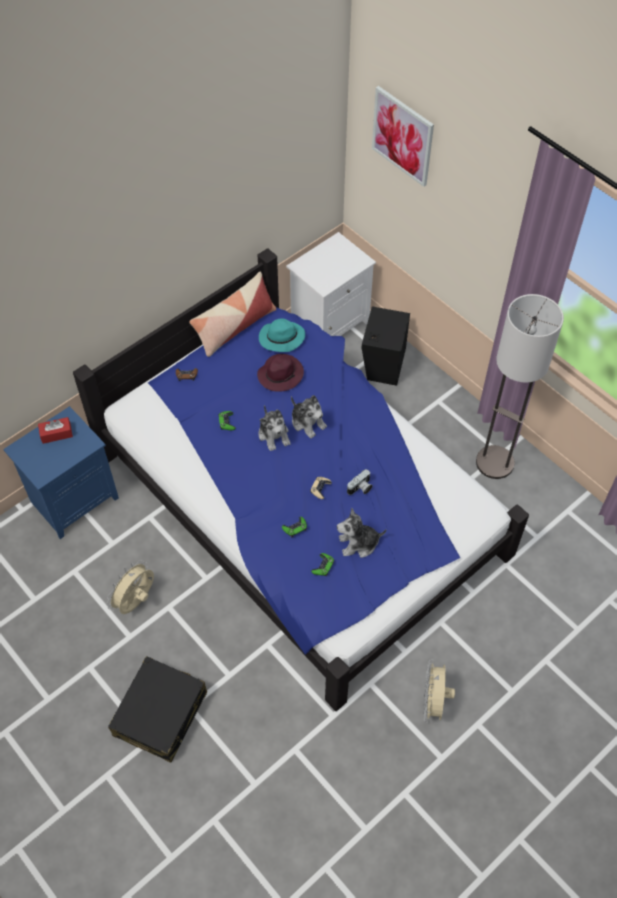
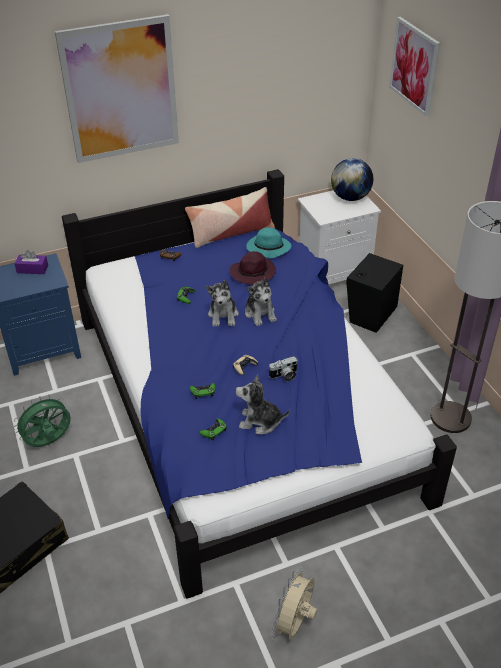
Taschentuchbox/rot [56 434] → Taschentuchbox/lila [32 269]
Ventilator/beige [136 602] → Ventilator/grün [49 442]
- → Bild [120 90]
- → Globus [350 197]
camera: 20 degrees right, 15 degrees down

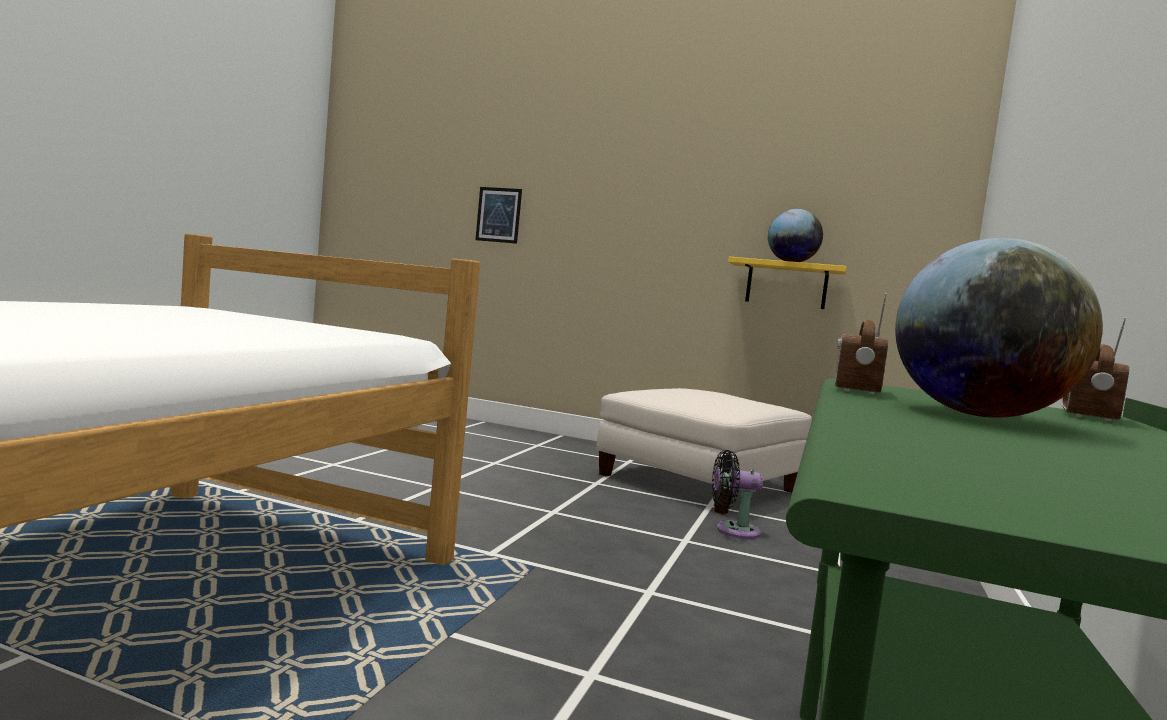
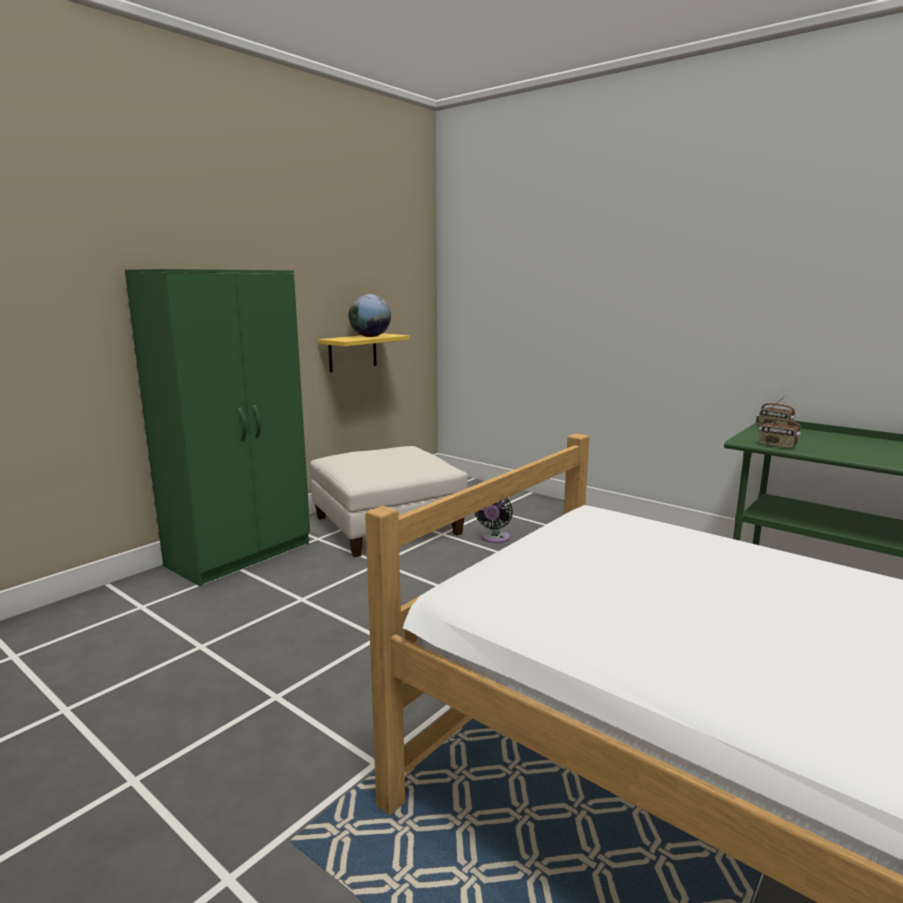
Bild [498 215] → -
Globus [978 415] → -
- → Kleiderschrank/grün [241 554]
camera: 70 degrees left, 10 degrees up

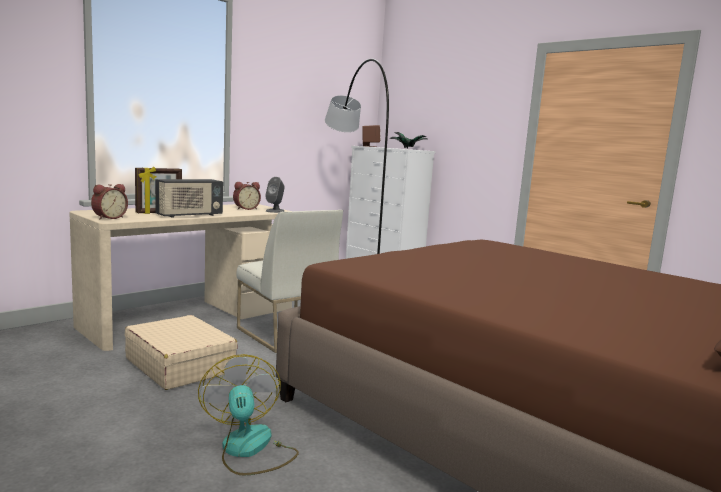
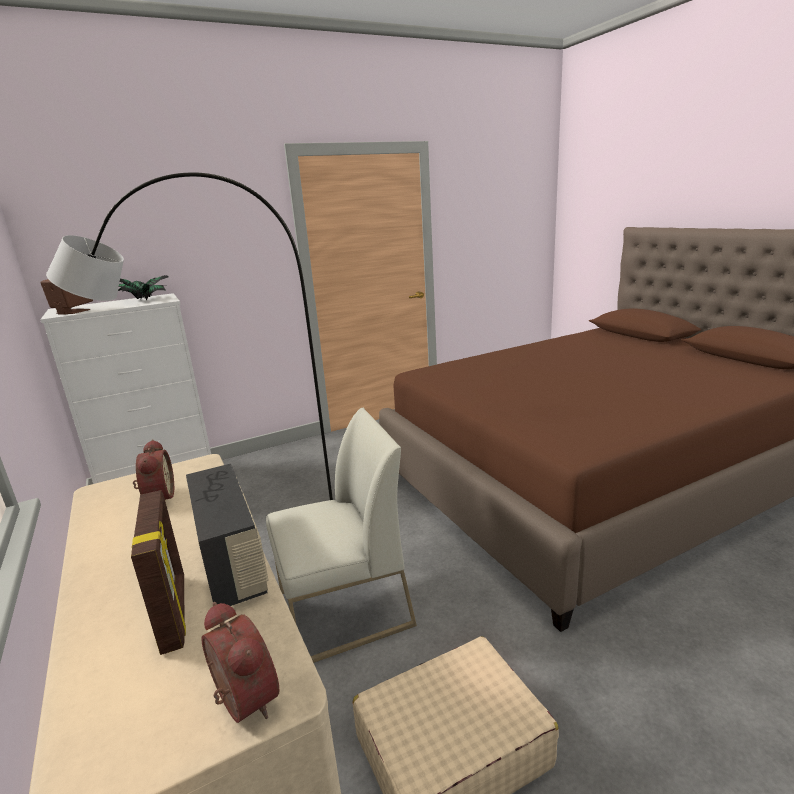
Lautsprecher/grau [275 211] → -
Ventilator [249 450] → -
camera: 70 degrees left, 10 degrees up

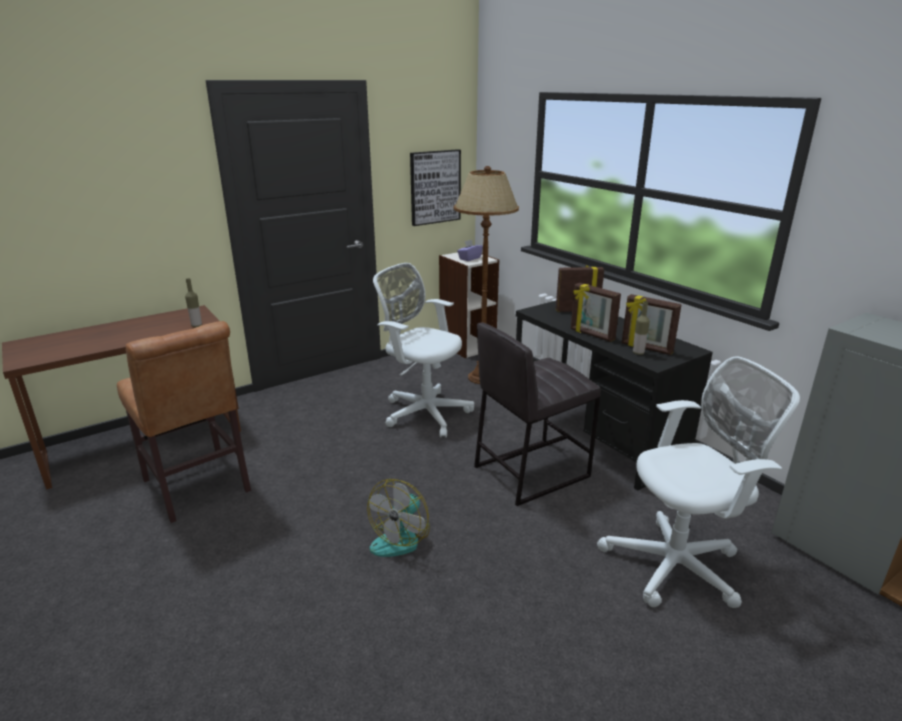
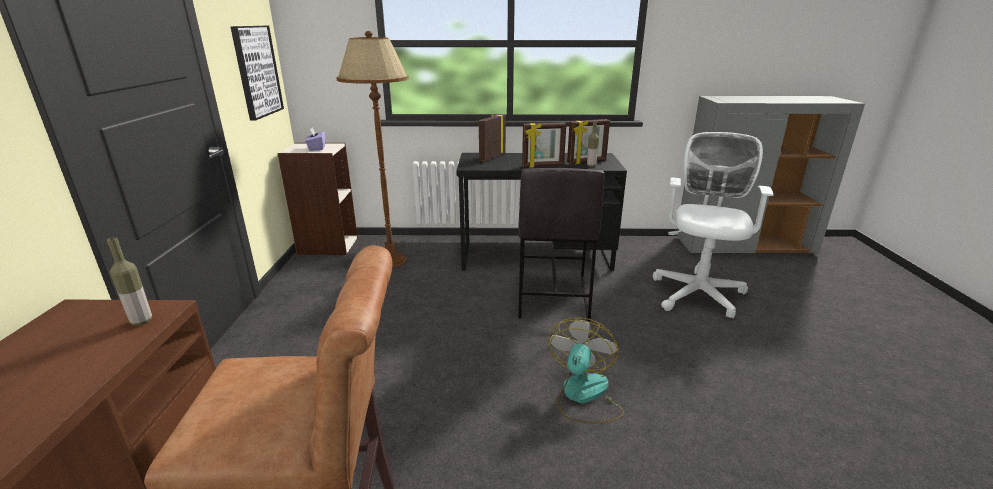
Bürostuhl/weiß [423 412] → -
Ventilator [401 537] → Ventilator [583 396], 135 degrees counterclockwise
camera: 55 degrees left, 0 degrees up

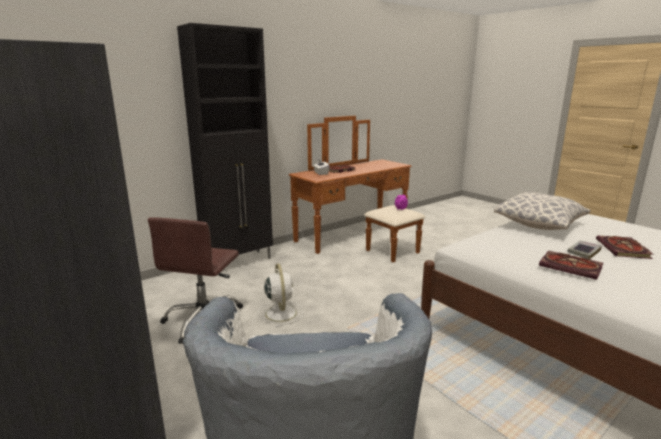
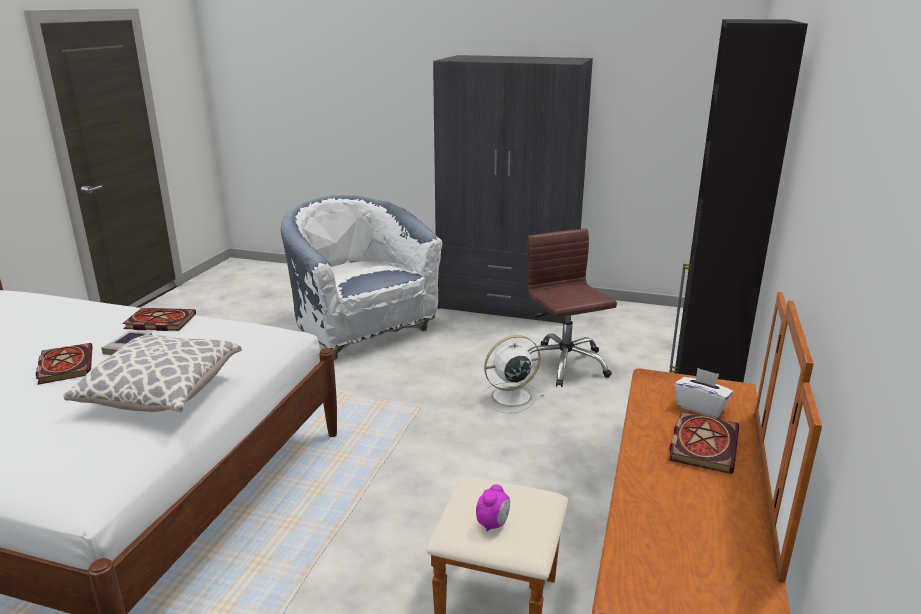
Ventilator/weiß [280 312] → Ventilator/weiß [509 397], 120 degrees clockwise
camera: 145 degrees right, 5 degrees up

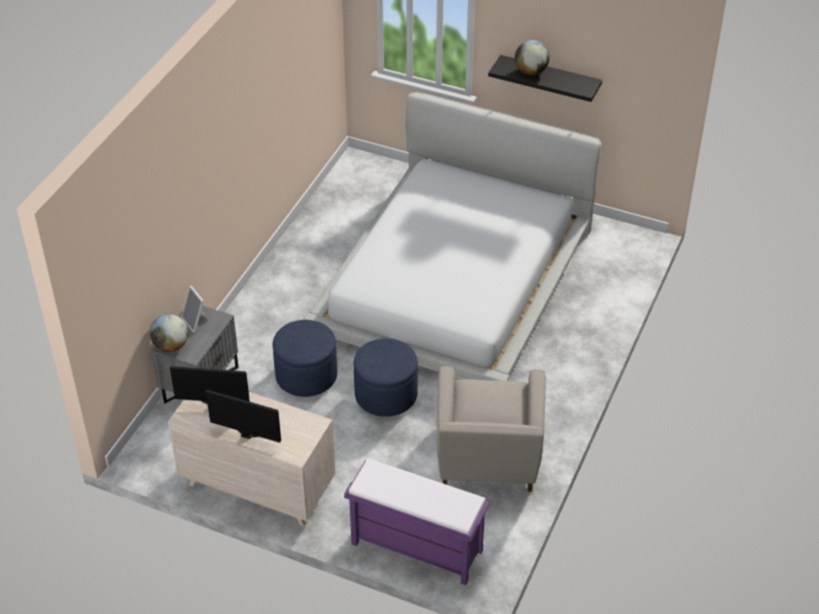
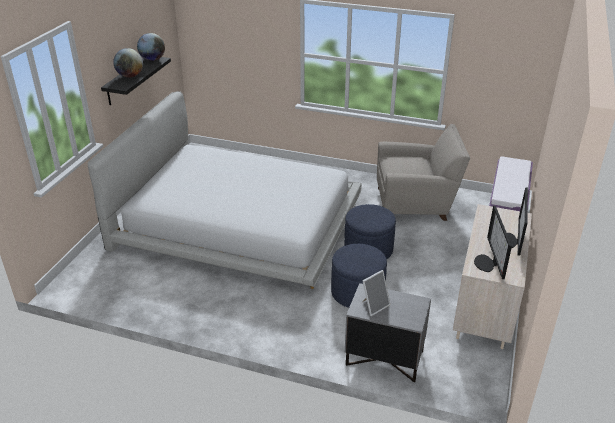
Globus [171 346] → Globus [152 59], shifted
camera: 95 degrees left, 10 degrees down

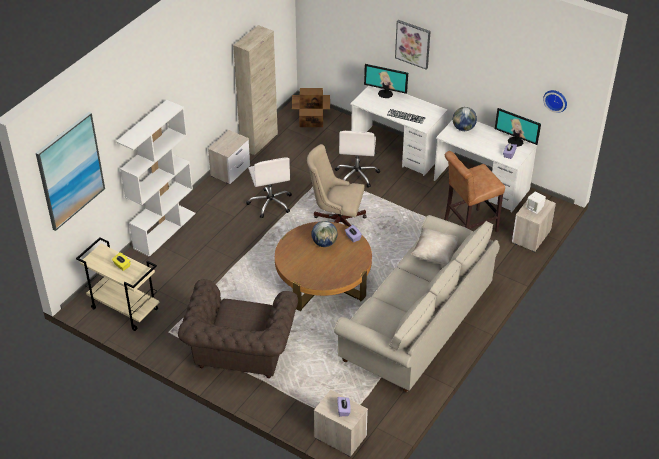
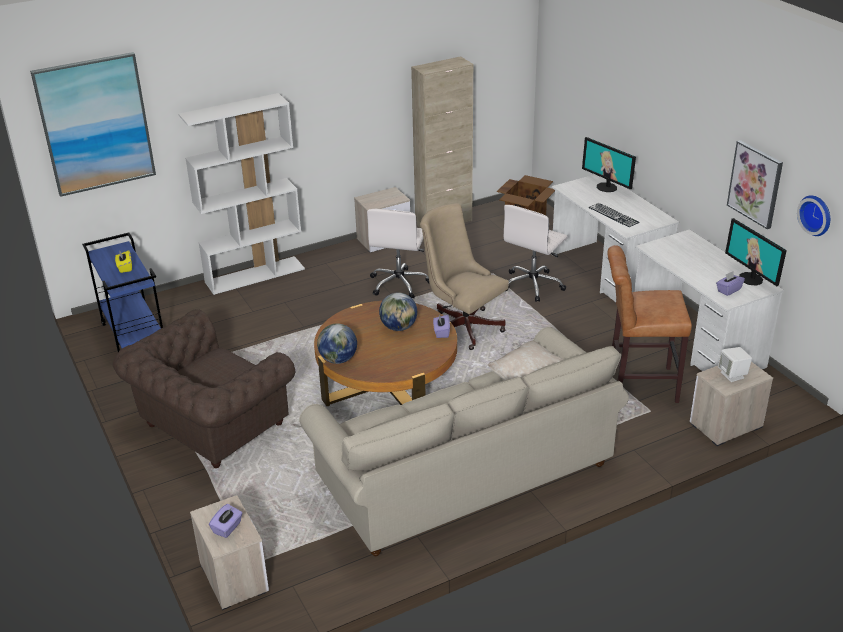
Bild [413 44] → Bild [755 184], shifted
Globus [463 128] → Globus [338 360], shifted
Rollwagen/beige [123 309] → Rollwagen/blau [133 336]
camera: 30 degrees right, 10 degrees down

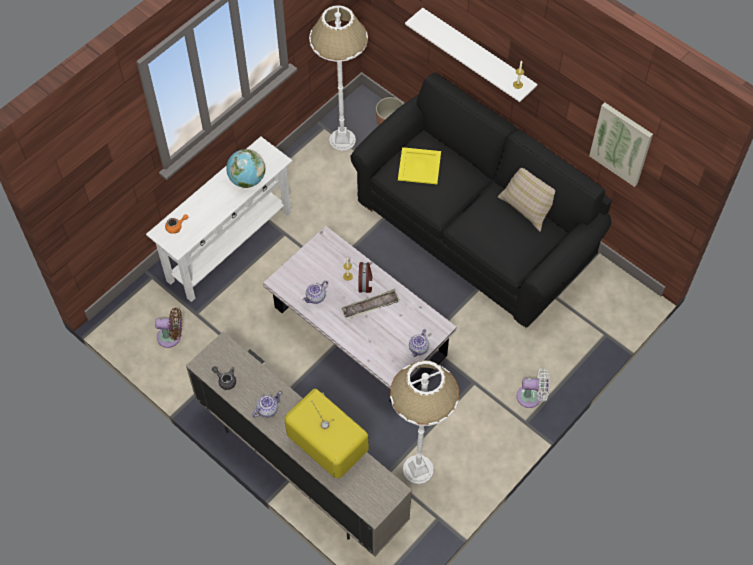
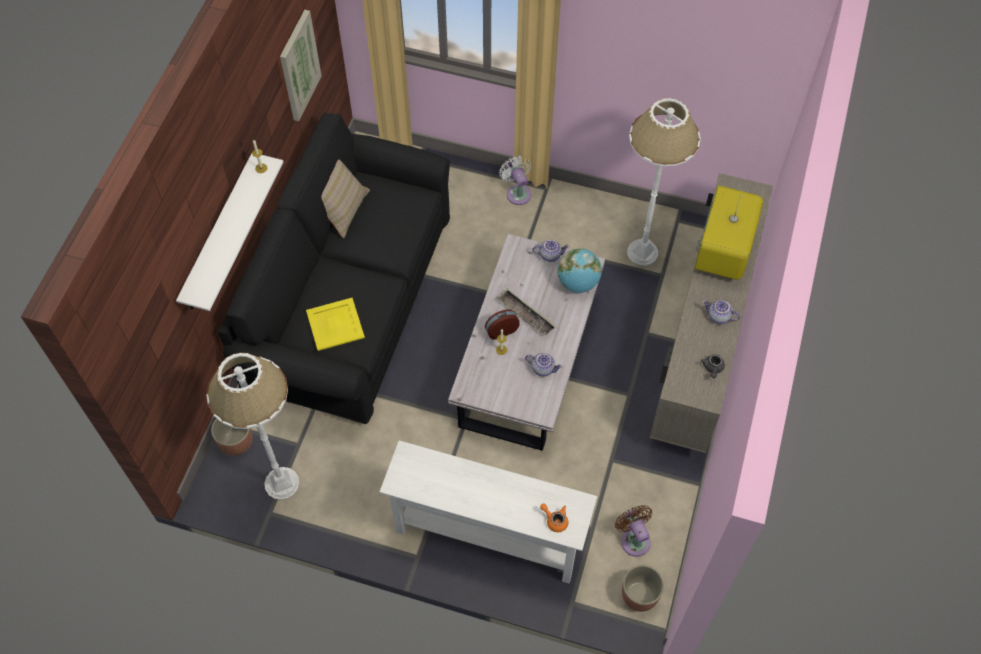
Globus [247 180] → Globus [578 282], shifted
- → Pflanzkübel [639 595]
camera: 115 degrees left, 0 degrees up

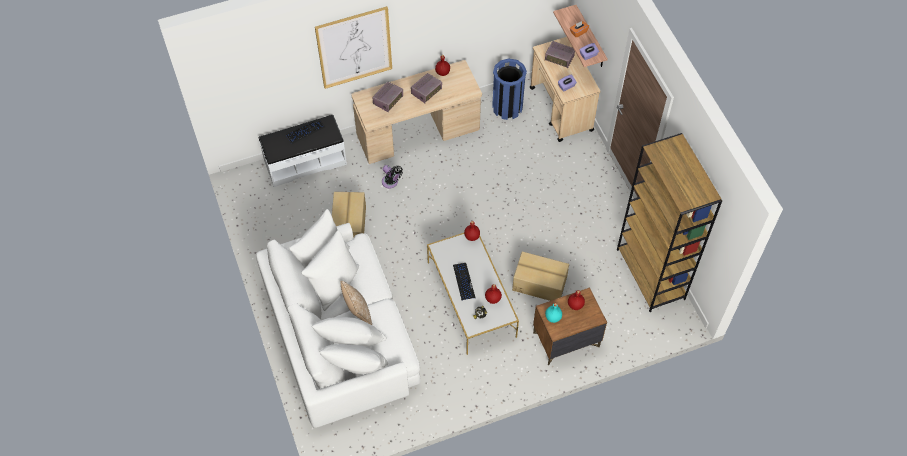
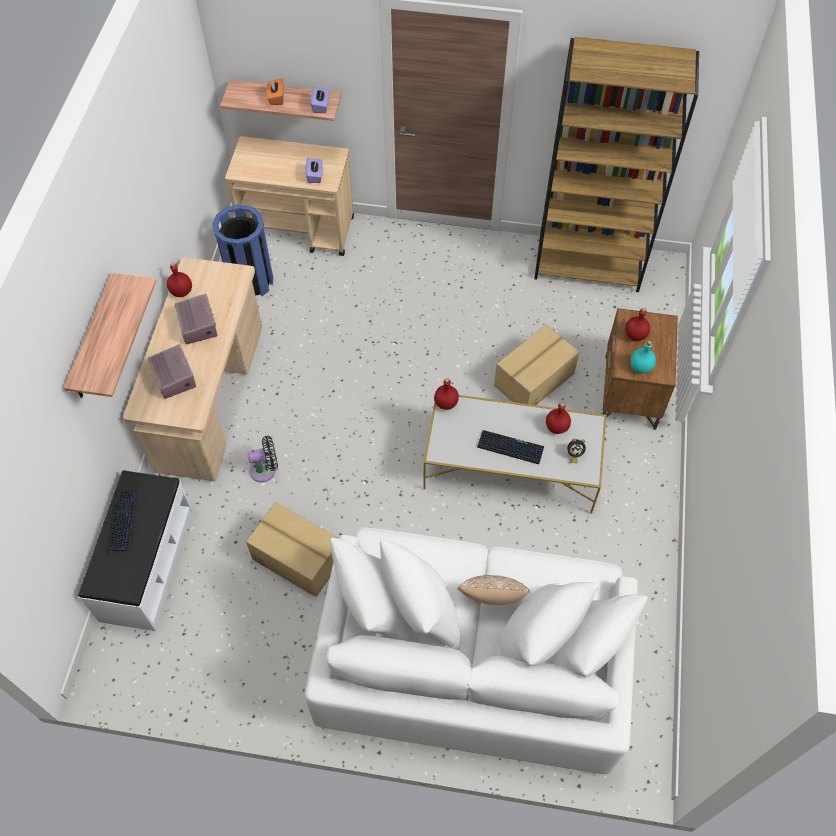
Bild [354 47] → Wandregal [93 340]
Radio [559 58] → -
camera: 60 degrees left, 0 degrees up

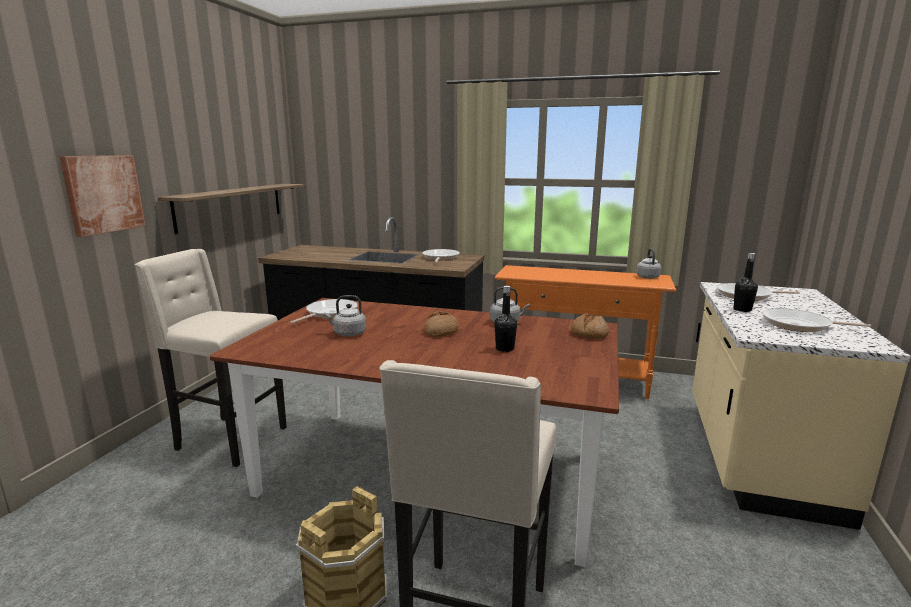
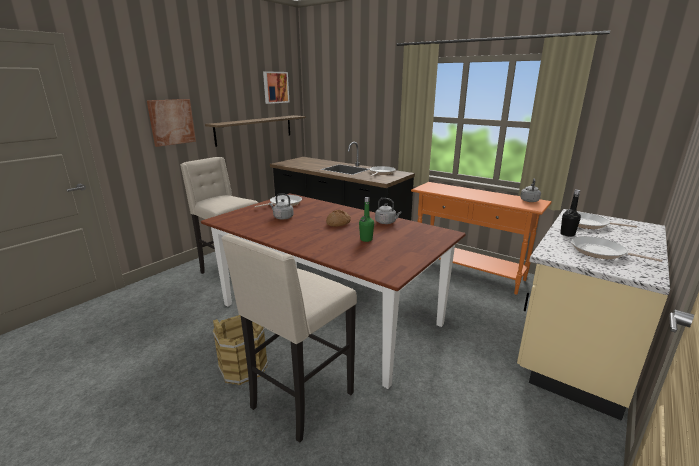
Flasche/schwarz [505 349] → Flasche/grün [366 239]
Brot [589 334] → -
- → Bild [275 87]
camera: 20 degrees right, 5 degrees up

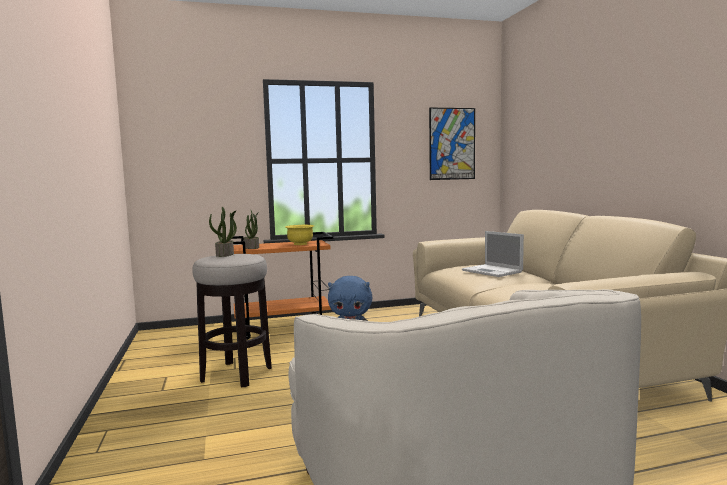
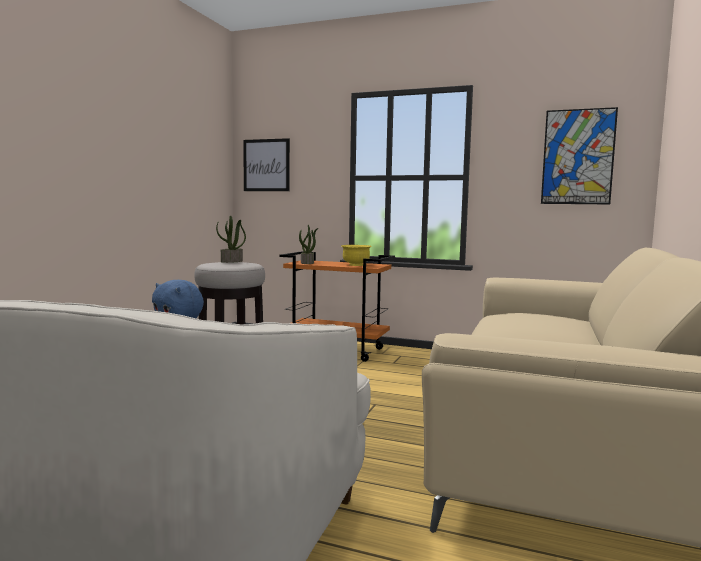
Laptop [493 271] → -
- → Bild [266 165]
camera: 35 degrees right, 0 degrees up

